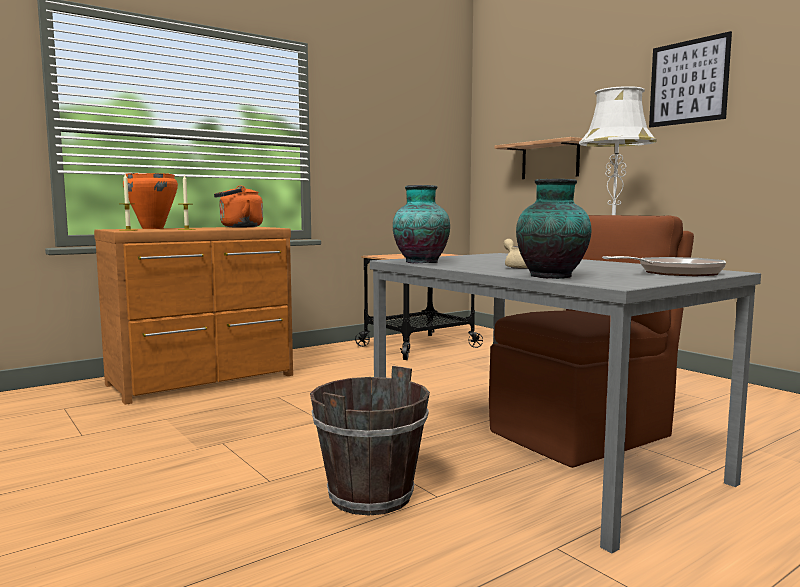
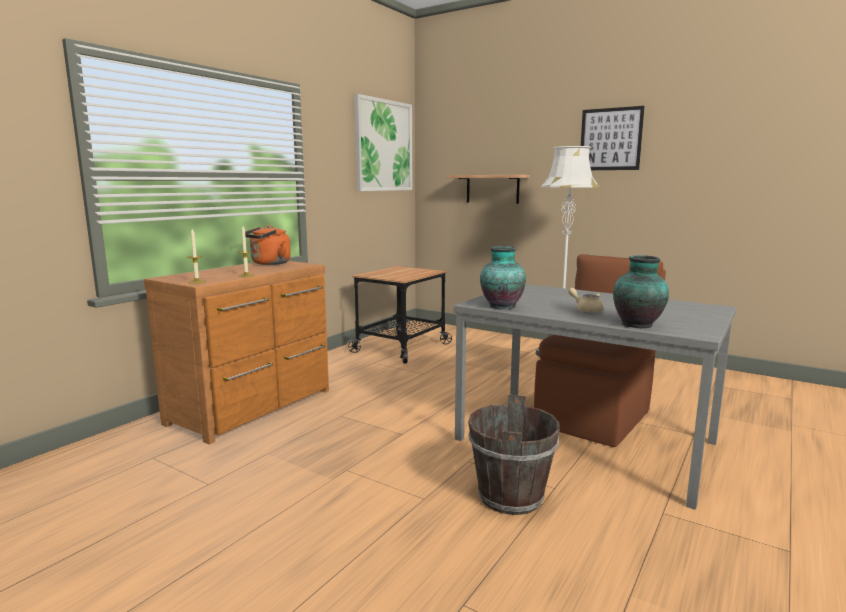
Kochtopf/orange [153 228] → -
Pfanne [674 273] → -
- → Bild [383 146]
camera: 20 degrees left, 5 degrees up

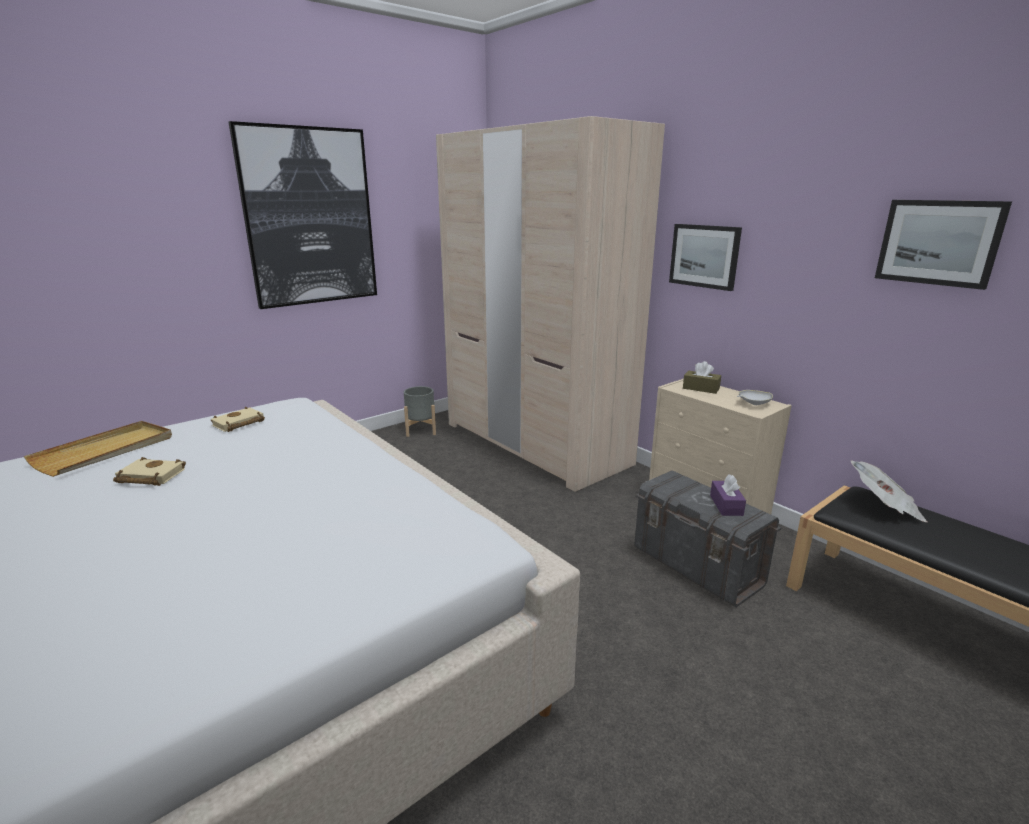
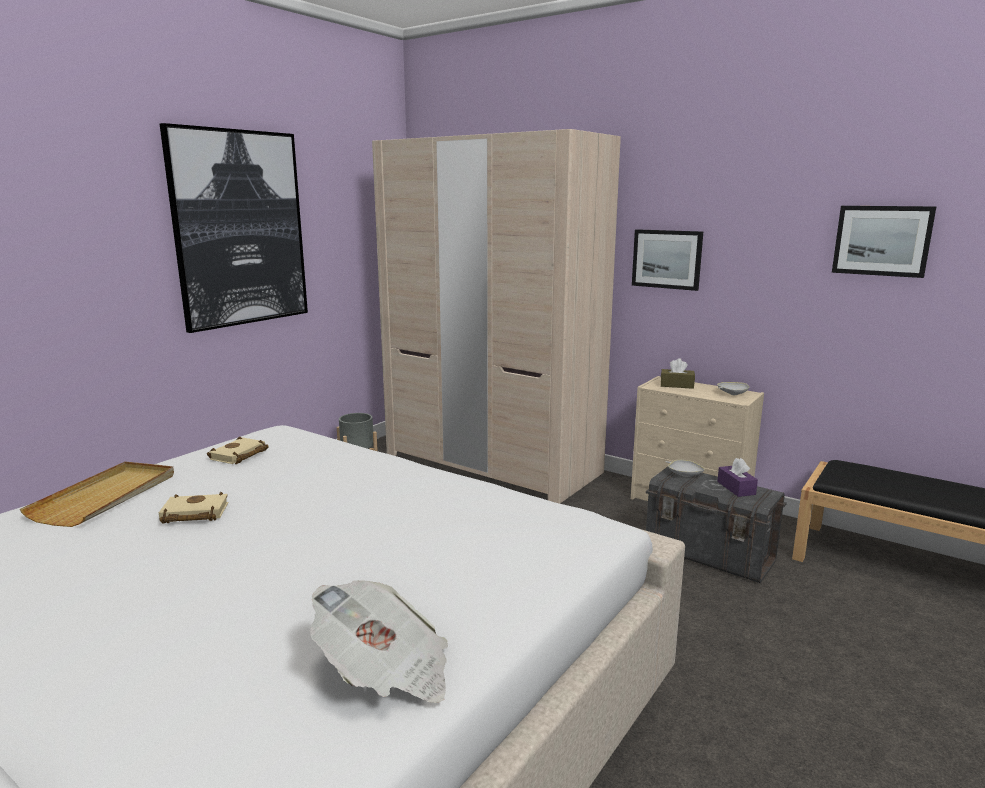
Zeitung [884 507] → Zeitung [386 672], shifted
- → Schüssel/weiß [684 474]
camera: 15 degrees left, 5 degrees down

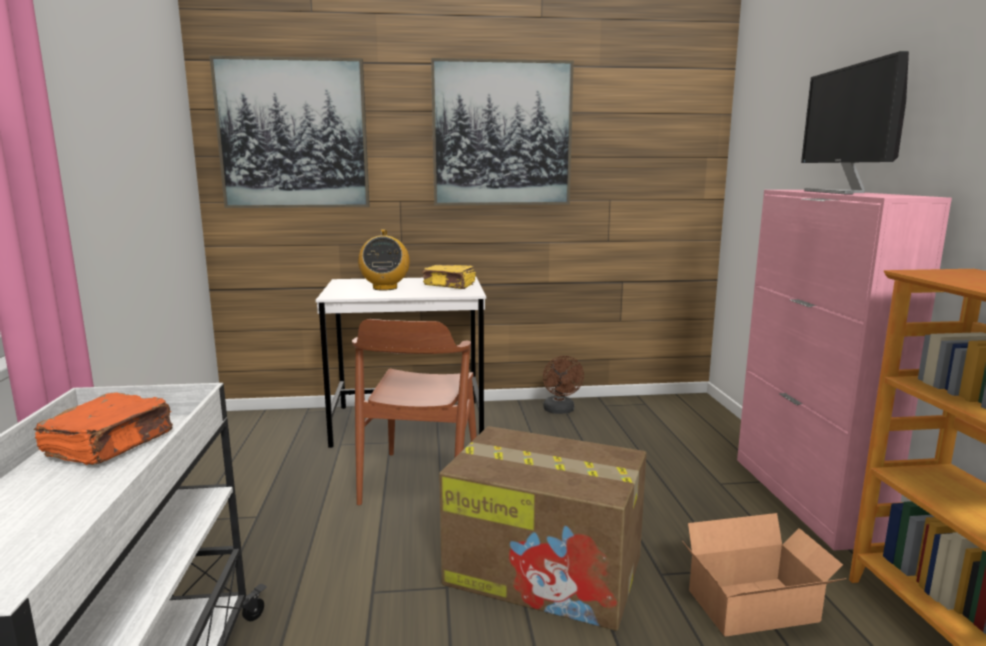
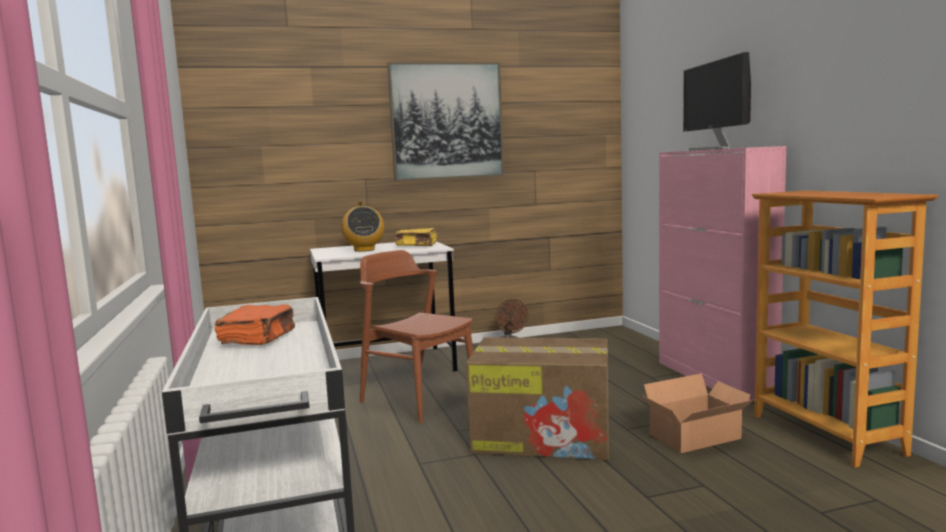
Bild [293 134] → -
Stuhl/braun [420 480] → Stuhl/braun [419 399], 135 degrees clockwise
camera: 10 degrees left, 5 degrees down

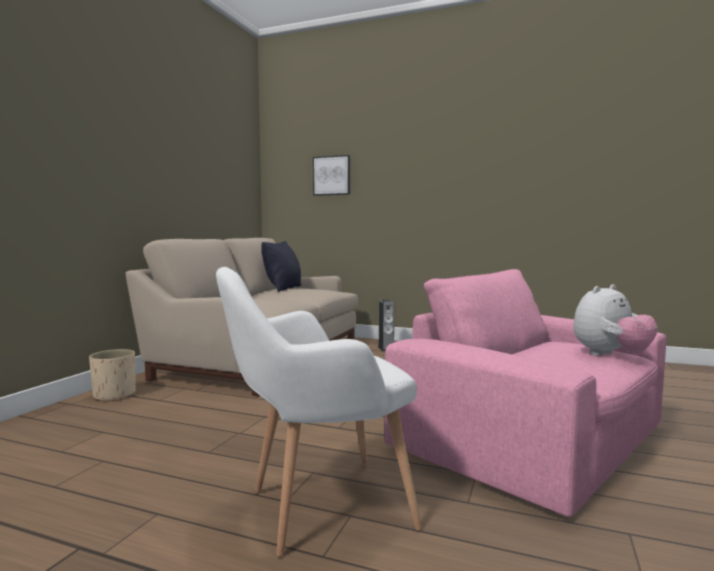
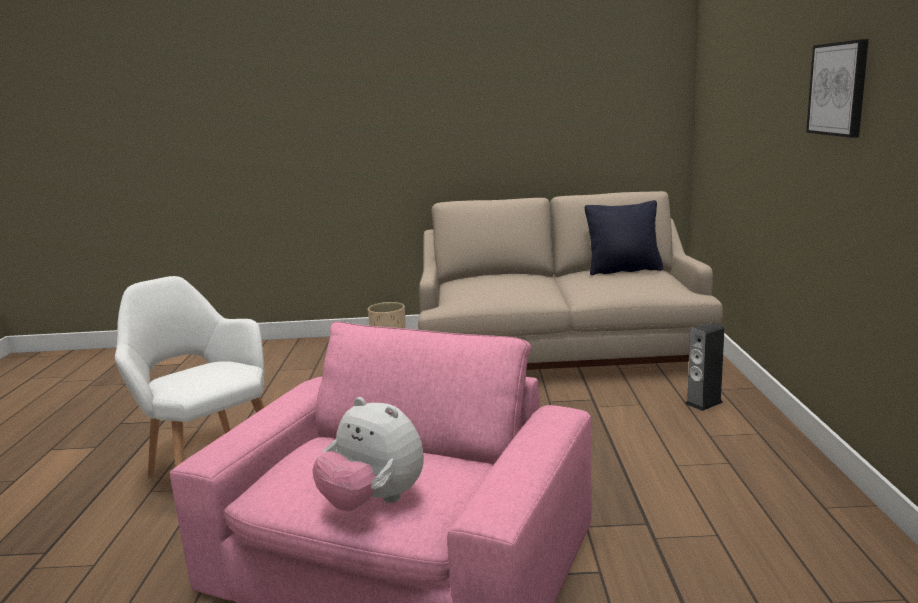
Bild [332 175] → Bild [839 89], shifted
camera: 70 degrees right, 10 degrees up

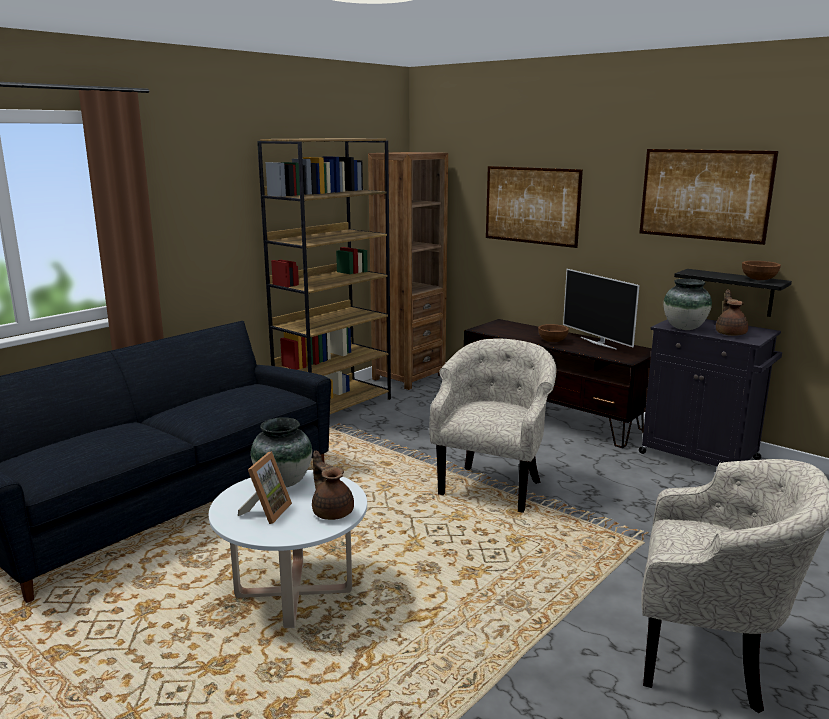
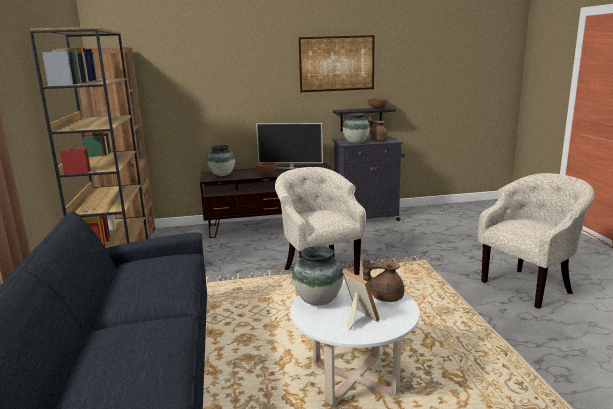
Bild [531 205] → -
- → Vase [222 175]
camera: 50 degrees left, 0 degrees up

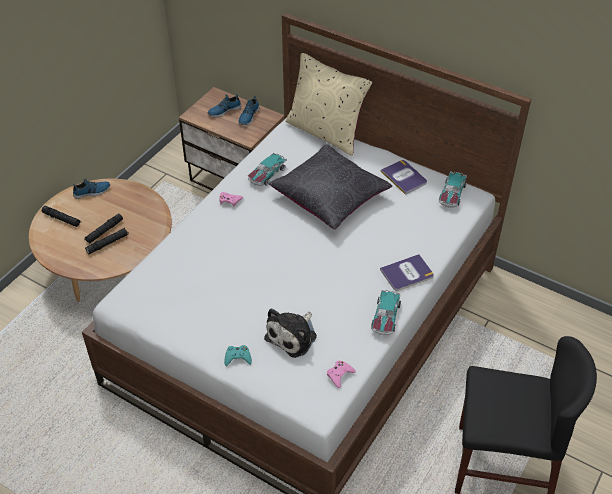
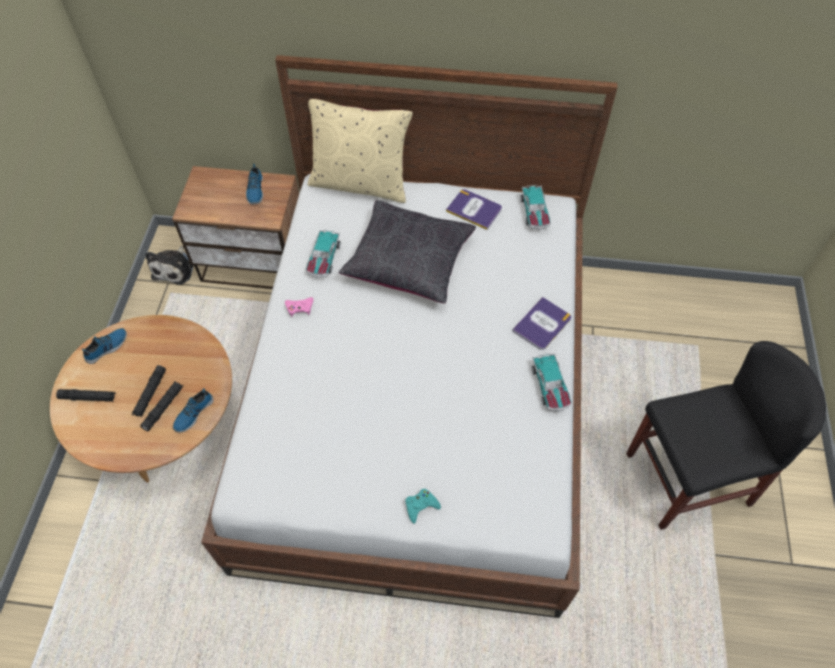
Schuh [224 110] → Schuh [193 413], shifted
Plüschtier [293 336] → Plüschtier [174 269], shifted
Gamepad/rosa [339 375] → -
camera: 25 degrees left, 10 degrees up

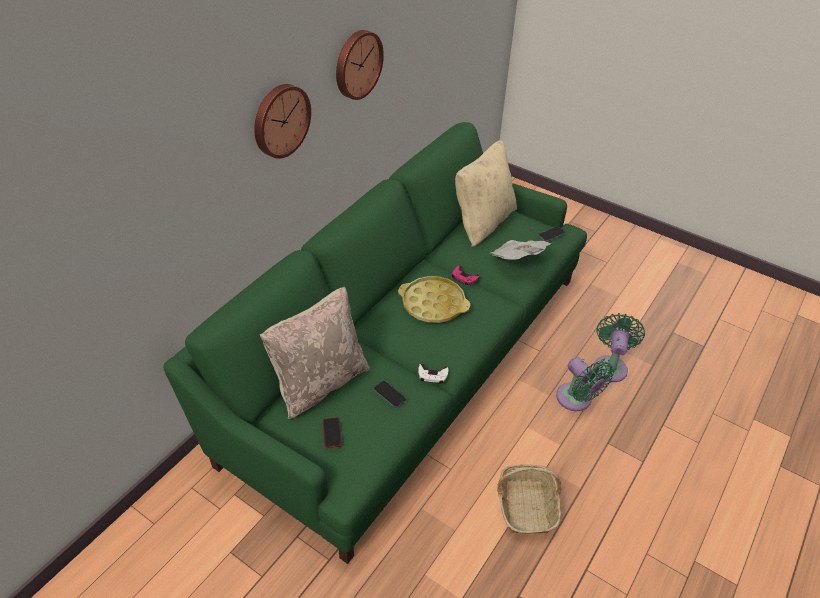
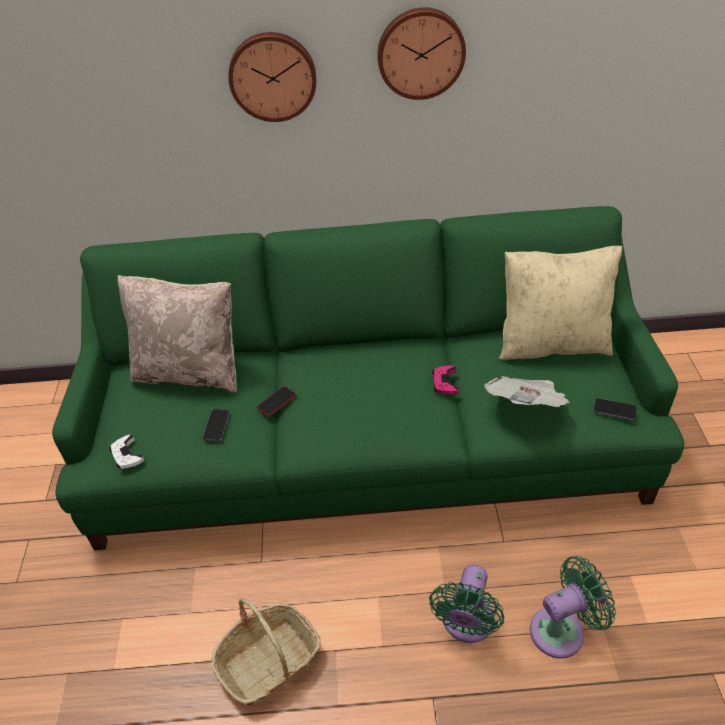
Tablett/gelb [433 304] → -
Gamepad/weiß [432 375] → Gamepad/weiß [126 455], shifted
Handy [332 433] → Handy [277 402], shifted
camera: 55 degrees right, 0 degrees up

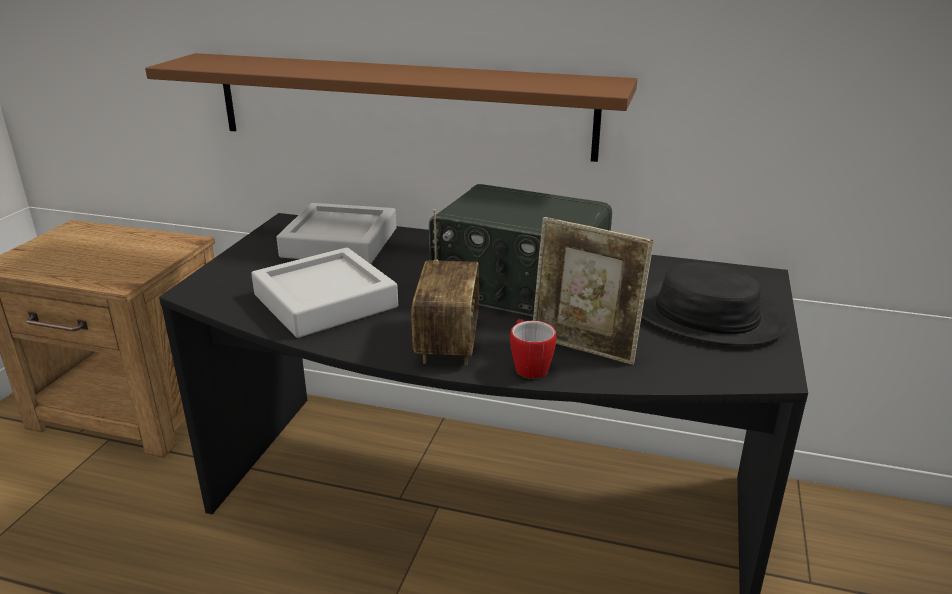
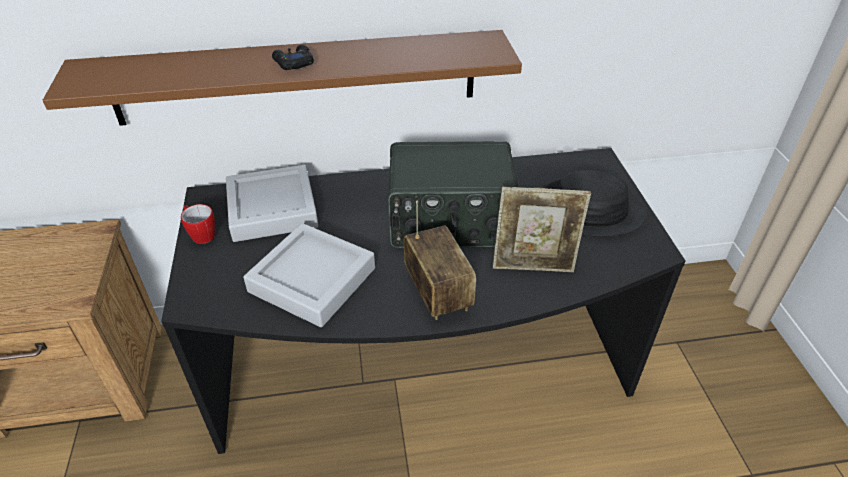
Henkelbecher [528 366] → Henkelbecher [200 234], shifted
- → Gamepad/schwarz [293 63]
camera: 25 degrees left, 15 degrees up

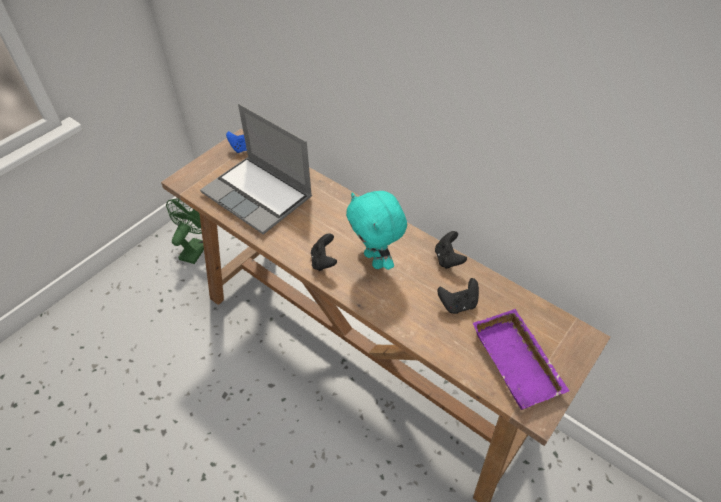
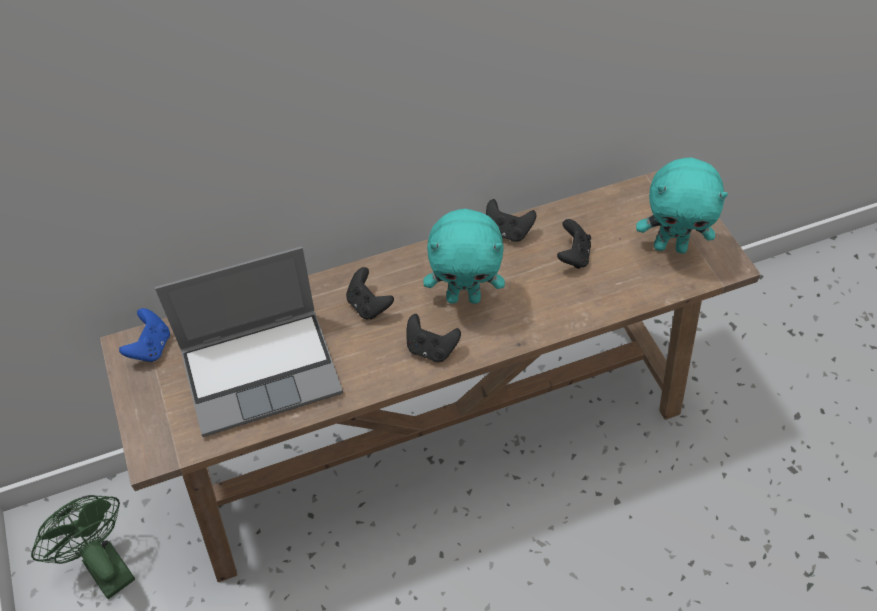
Tablett/lila [519 362] → Plüschtier/türkis [670 246]
- → Gamepad/schwarz [368 305]
camera: 60 degrees left, 5 degrees up

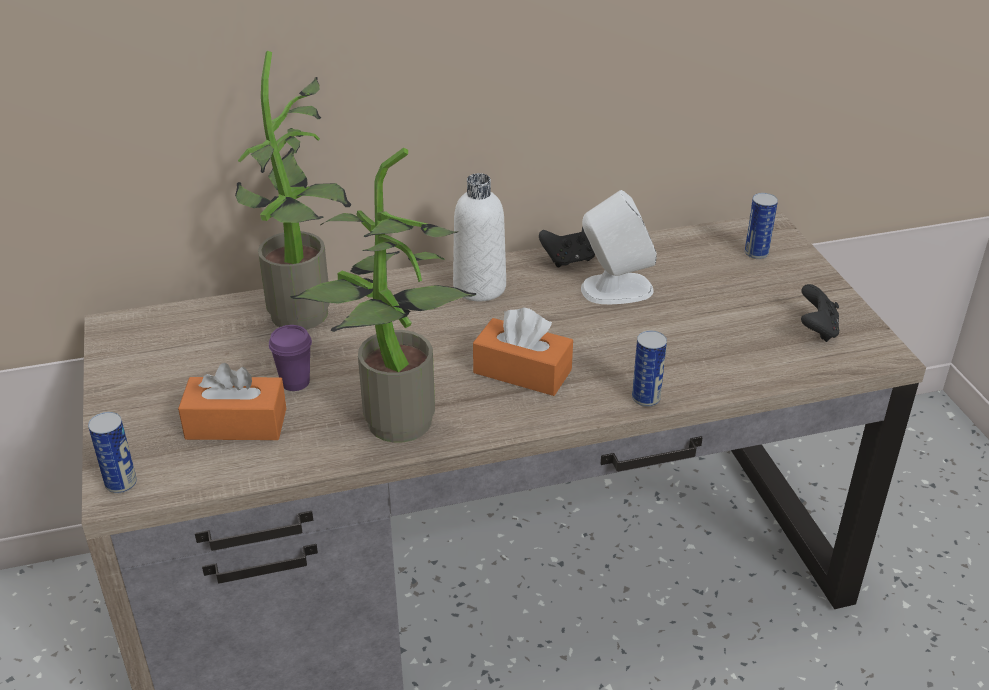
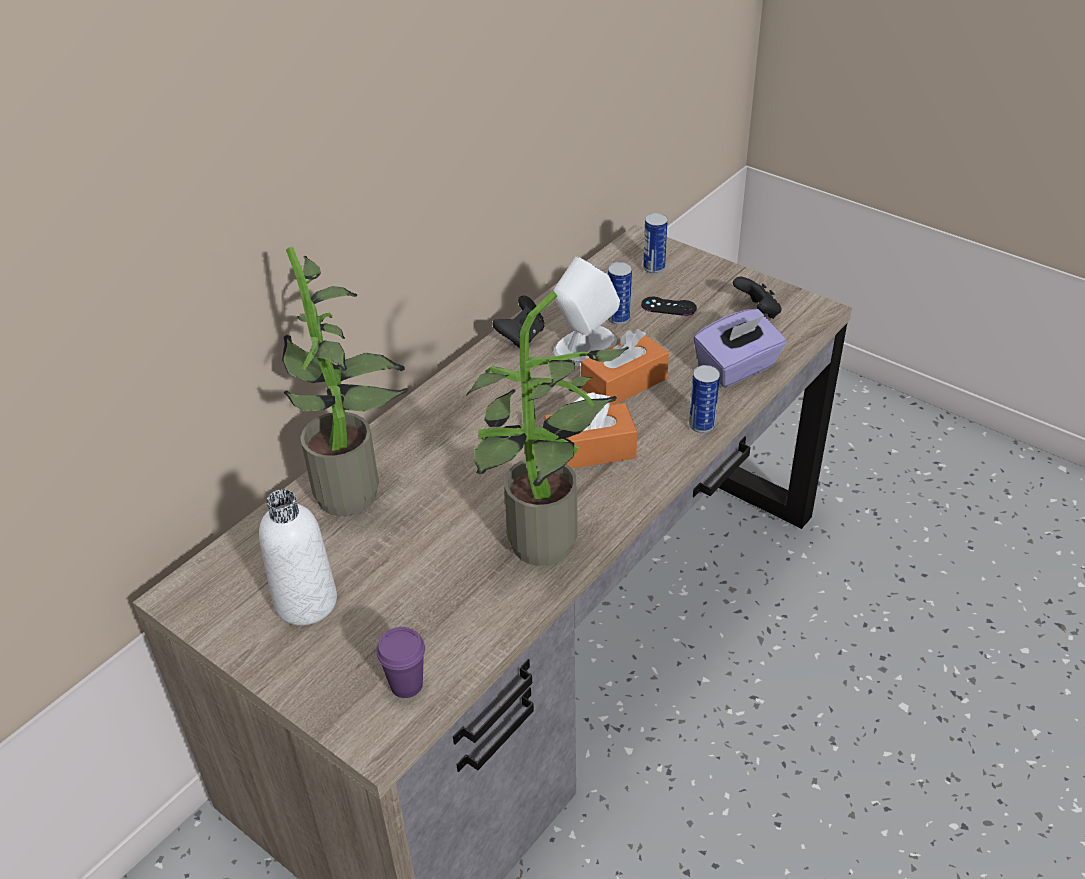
Flasche/weiß [479 287] → Flasche/weiß [306 602], shifted
Tasse/lila [295 382] → Tasse/lila [406 684], shifted
Taschentuchbox/orange [236 424] → Taschentuchbox/orange [624 383], shifted
Dose [121 483] → Dose [618 318], shifted
- → Gamepad/schwarz [668 306]
- → Taschentuchbox/lila [737 368]
camera: 35 degrees left, 5 degrees up

